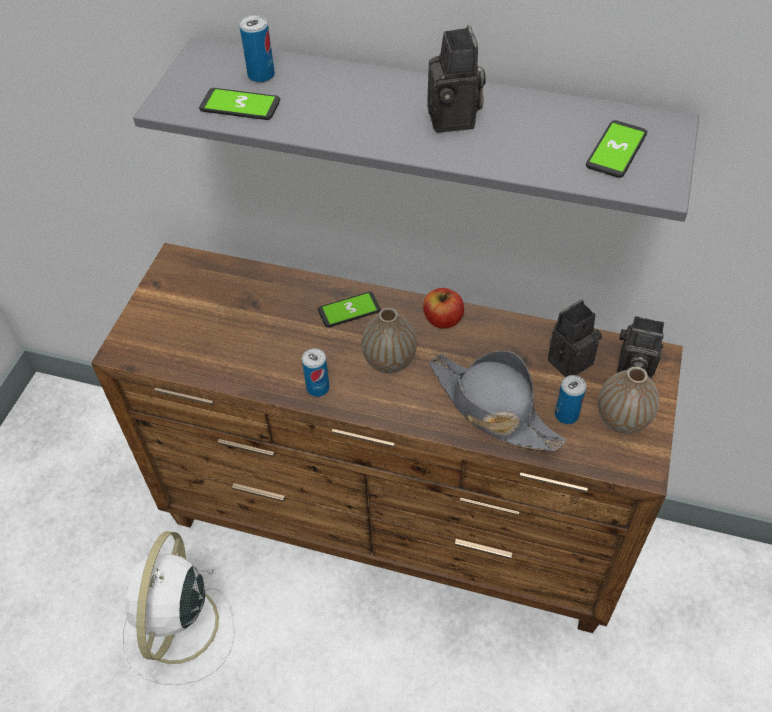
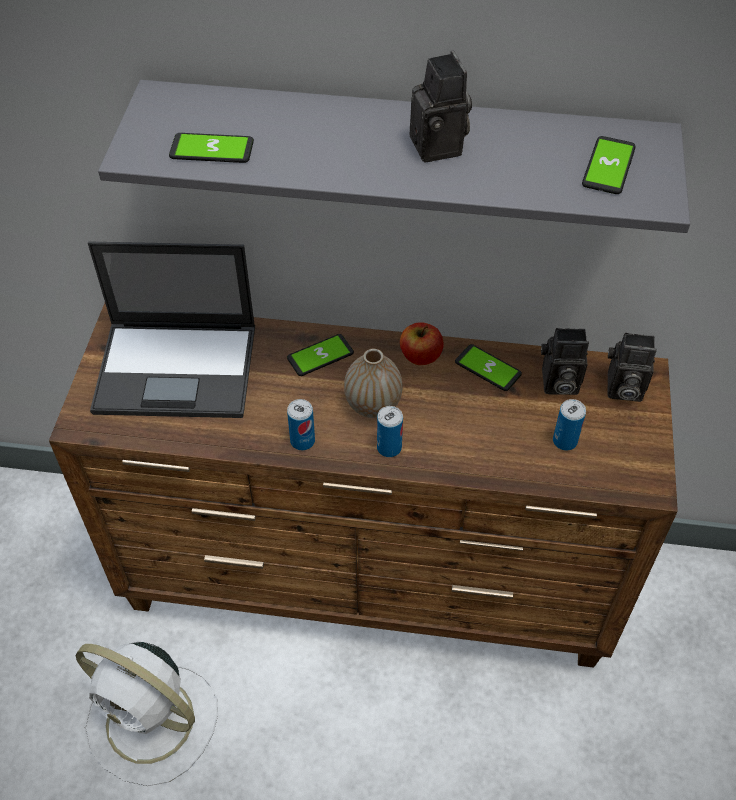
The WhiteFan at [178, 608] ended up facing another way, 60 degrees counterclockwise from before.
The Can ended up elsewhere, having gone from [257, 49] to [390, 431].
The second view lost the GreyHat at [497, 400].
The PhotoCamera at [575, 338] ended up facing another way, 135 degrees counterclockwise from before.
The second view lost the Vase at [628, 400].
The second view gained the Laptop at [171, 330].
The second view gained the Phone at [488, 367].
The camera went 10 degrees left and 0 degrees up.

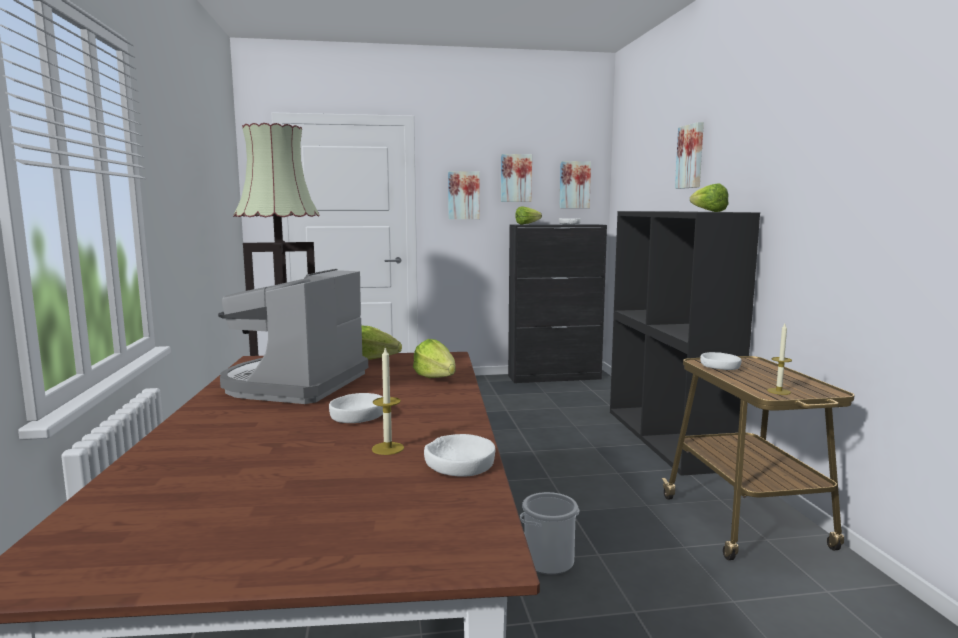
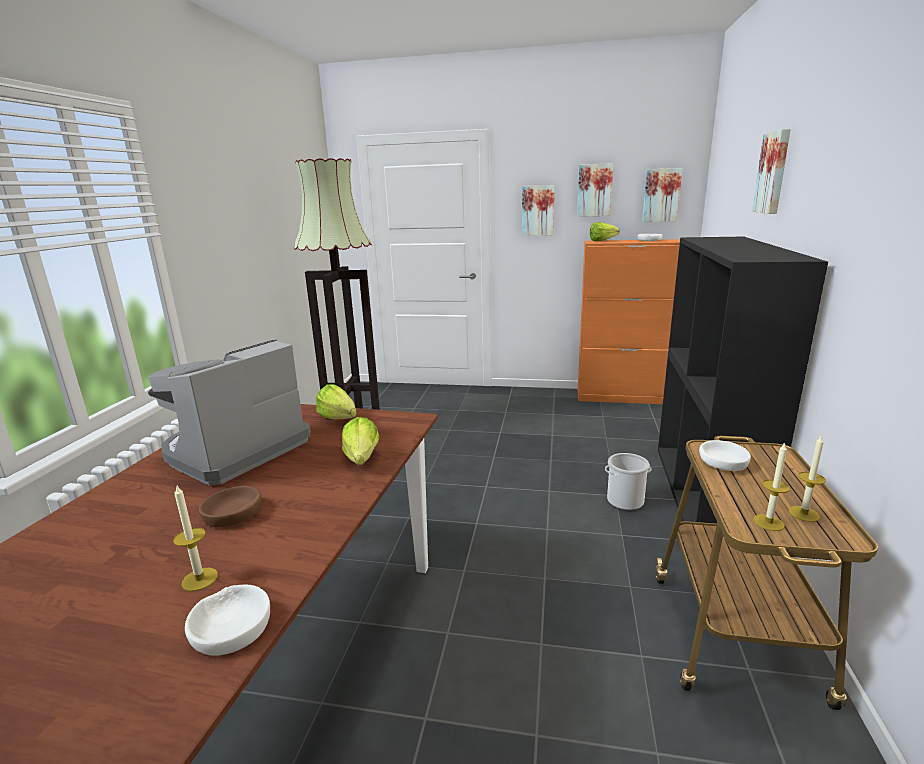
What was the WhiteBowl at [356, 408] turned into the BrownBowl at [230, 507].
What was the BlackCabinet at [557, 303] turned into the OrangeCabinet at [629, 321].
The Bucket ended up elsewhere, having gone from [549, 533] to [628, 481].
The second view lost the Lettuce at [709, 197].
The second view gained the Candle at [807, 478].
The camera went 20 degrees right and 10 degrees up.

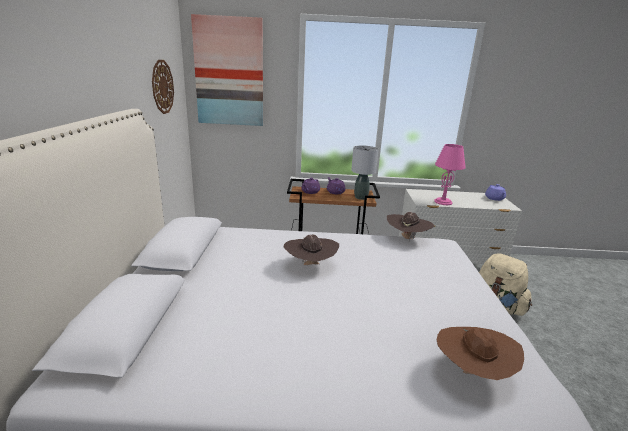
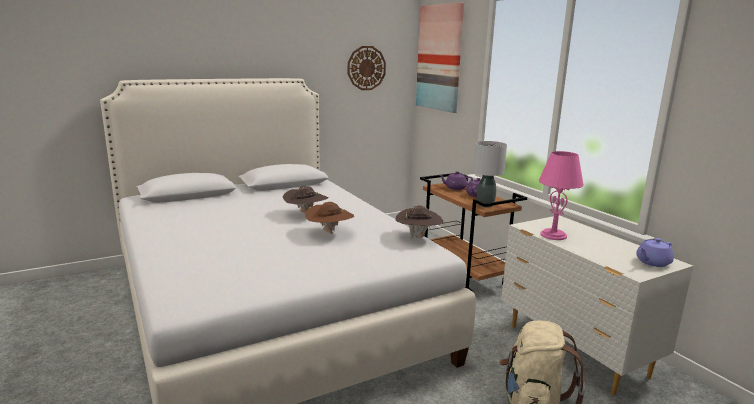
The BrownHat ended up elsewhere, having gone from [480, 353] to [330, 218].
The camera went 60 degrees right and 5 degrees down.

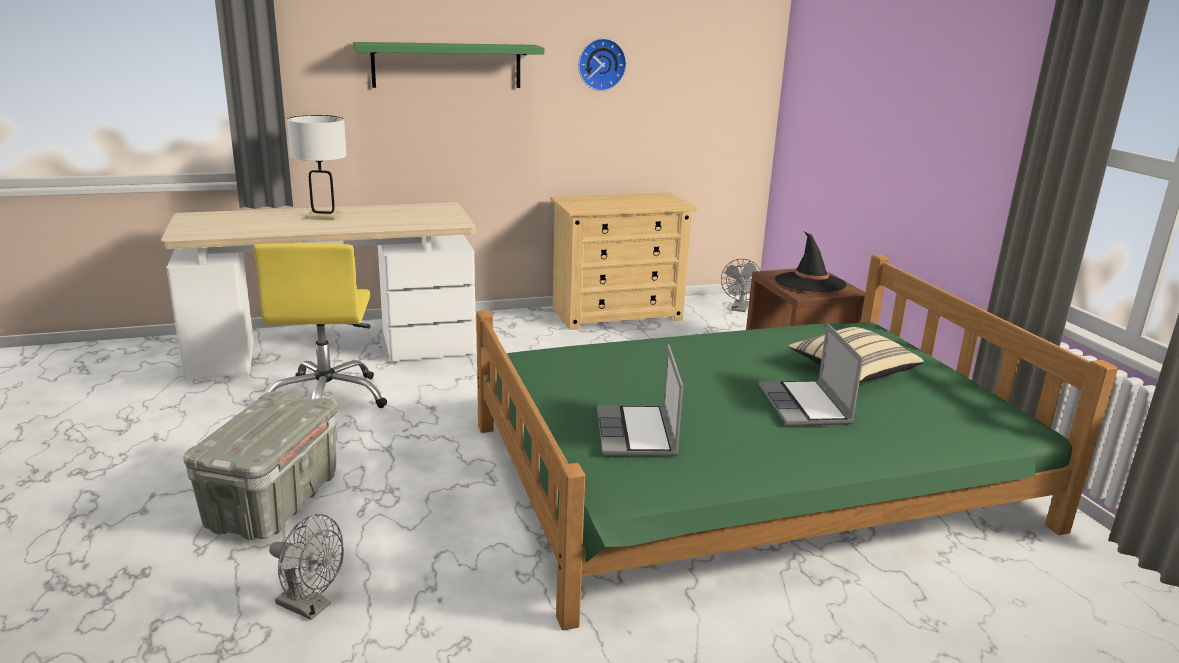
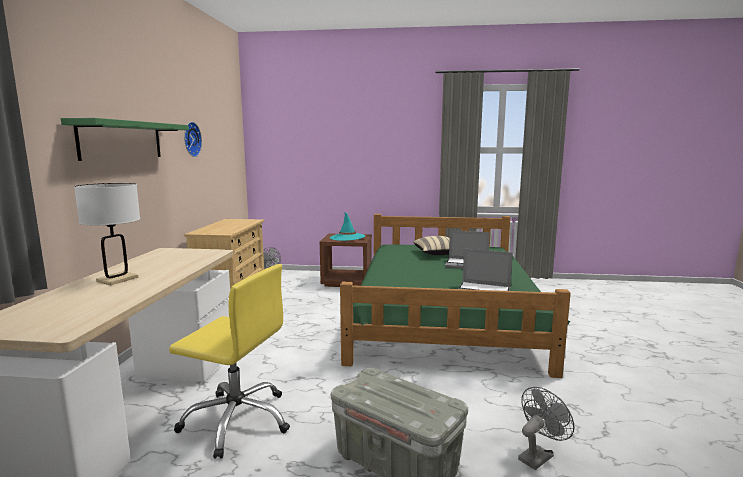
What was the BlackHat at [811, 262] turned into the TurquoiseHat at [347, 226].
The camera went 65 degrees left and 10 degrees down.

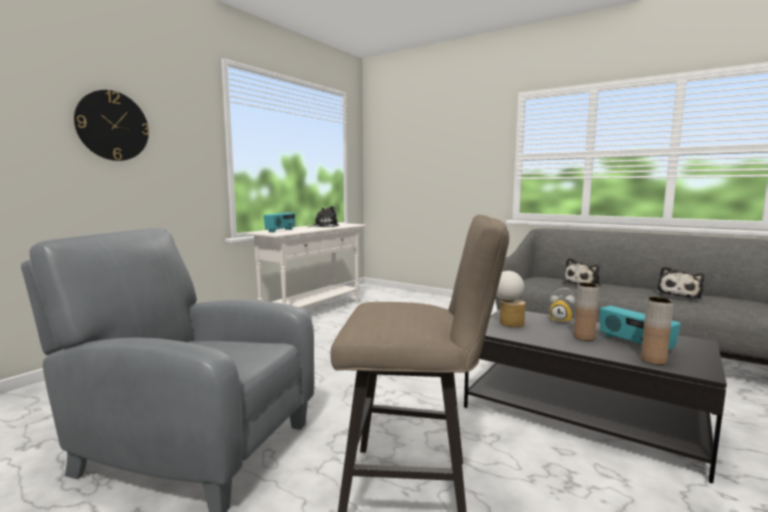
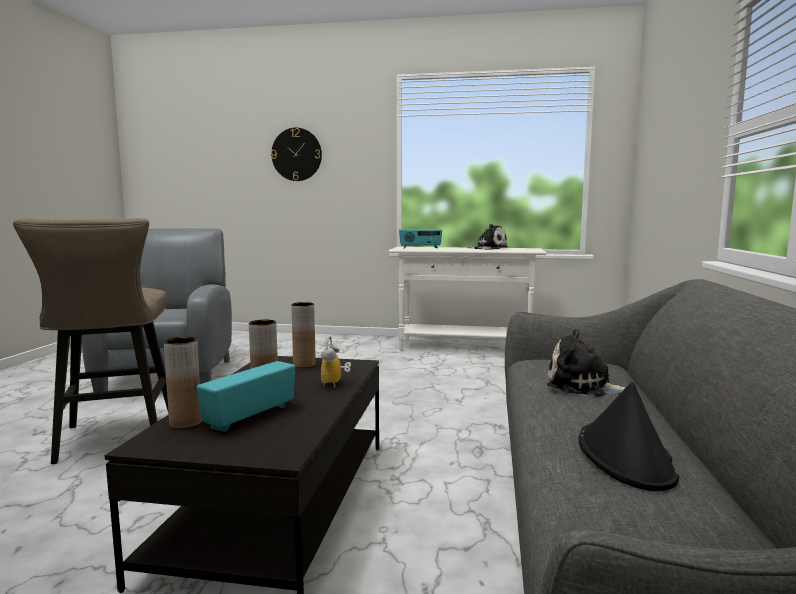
Where the TableLamp stood at [511, 299], the BrownVase came to stand at [303, 335].
Where the PlushToy stood at [680, 282], the BlackHat came to stand at [628, 436].
The camera went 65 degrees right and 0 degrees up.

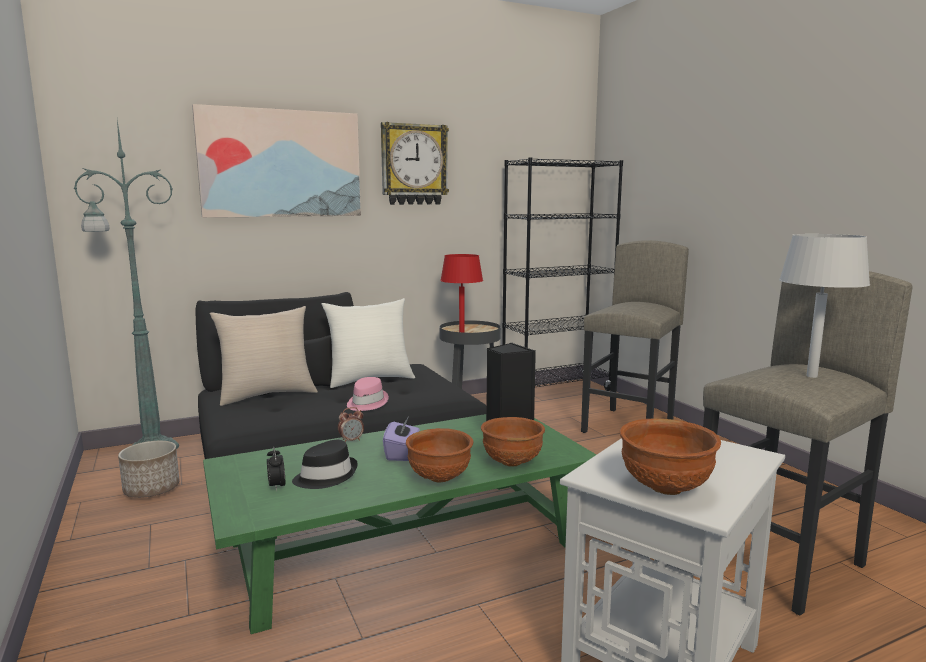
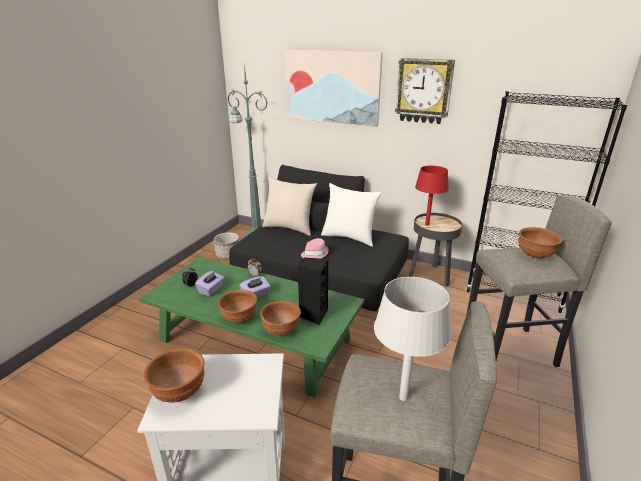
Where the BlackHat stood at [325, 464], the PurpleTissueBox came to stand at [209, 284].
The second view gained the BrownBowl at [540, 243].
The camera went 50 degrees right and 15 degrees up.

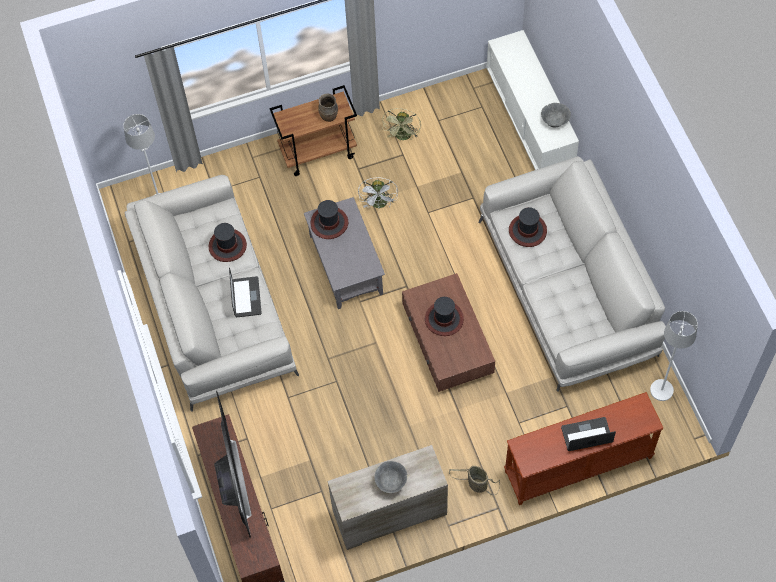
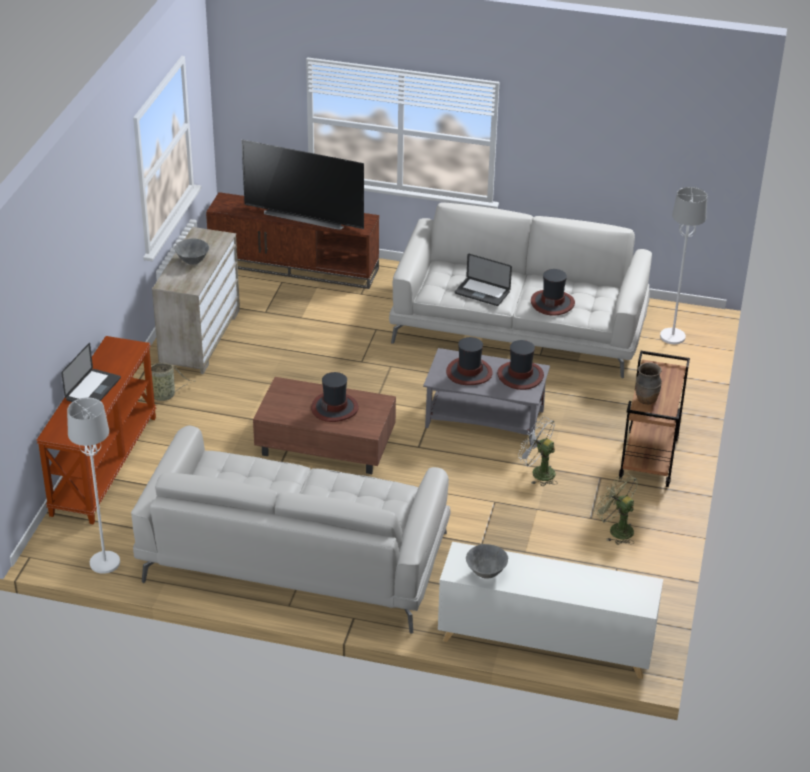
The Hat ended up elsewhere, having gone from [528, 227] to [469, 361].
The camera went 120 degrees right and 25 degrees down.

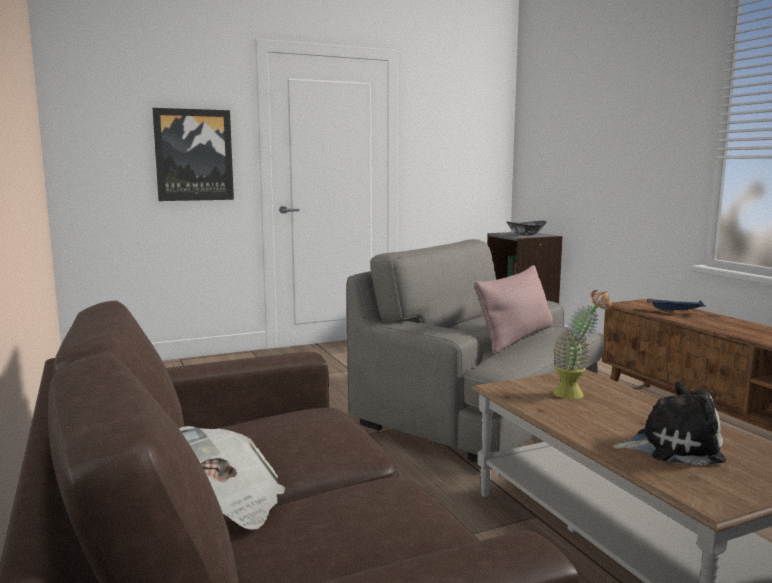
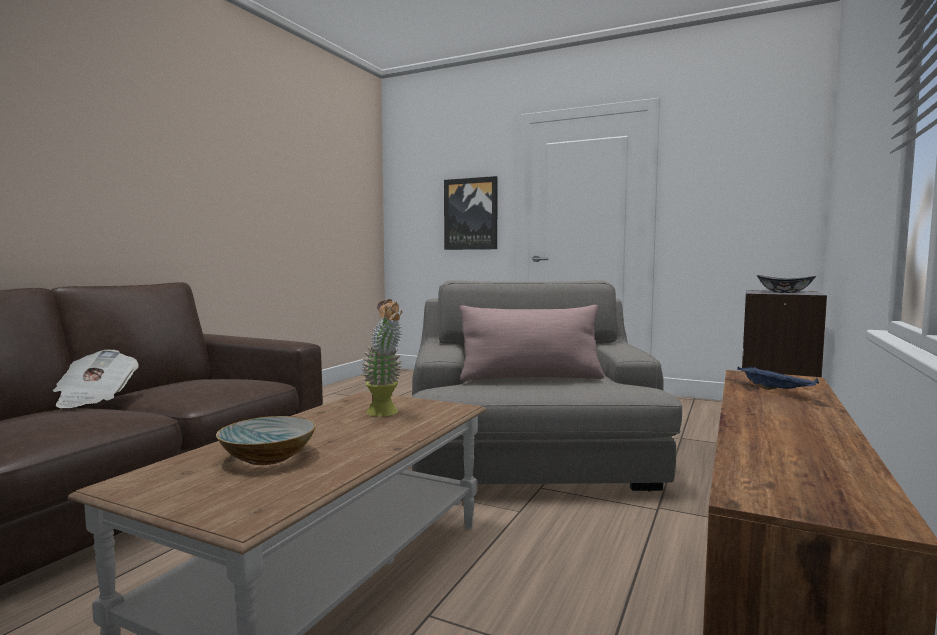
Where the PlushToy stood at [669, 423], the Bowl came to stand at [266, 440].
The camera went 50 degrees right and 5 degrees down.

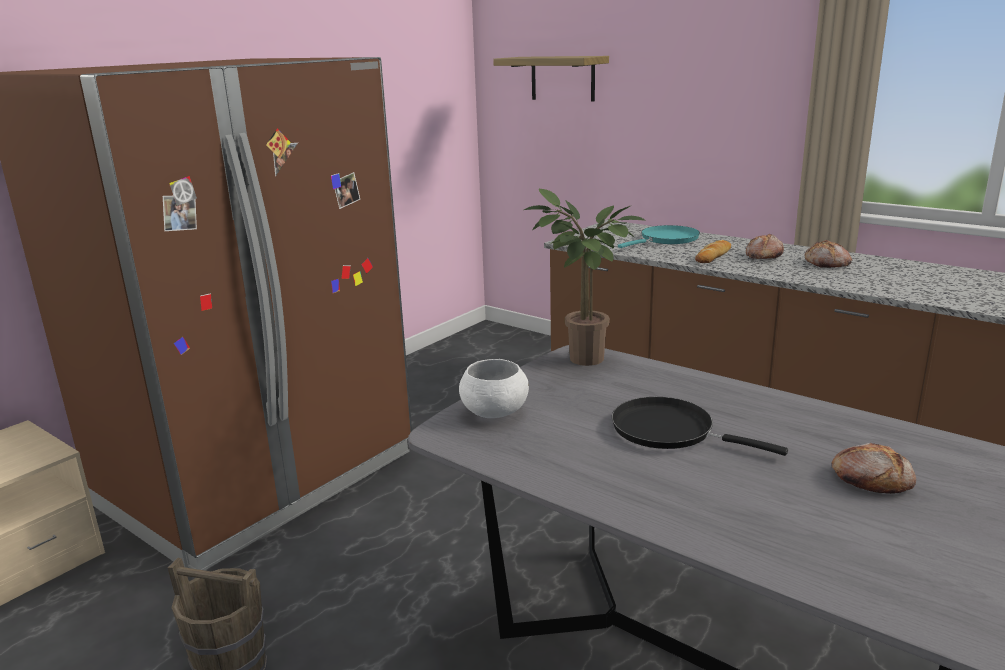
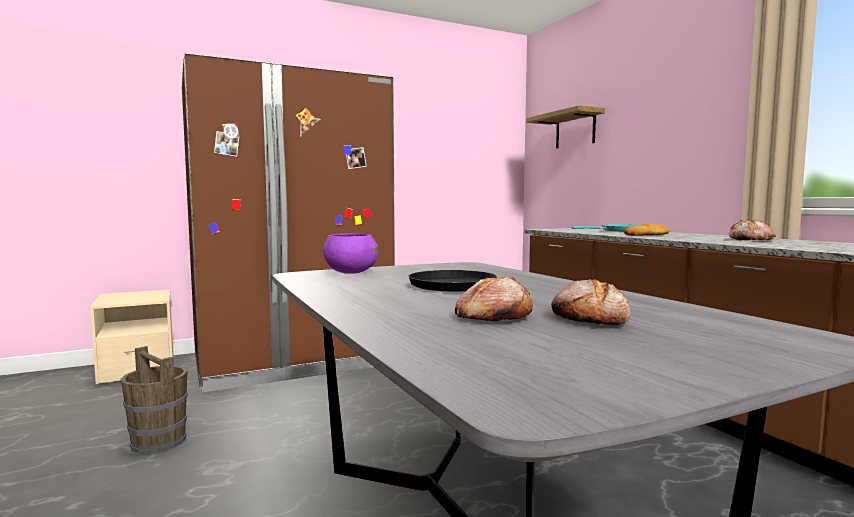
What was the WhiteBowl at [494, 388] turned into the PurpleBowl at [351, 253].
The second view lost the PottedPlant at [585, 277].
The Bread ended up elsewhere, having gone from [765, 246] to [494, 299].
The camera went 25 degrees right and 15 degrees down.

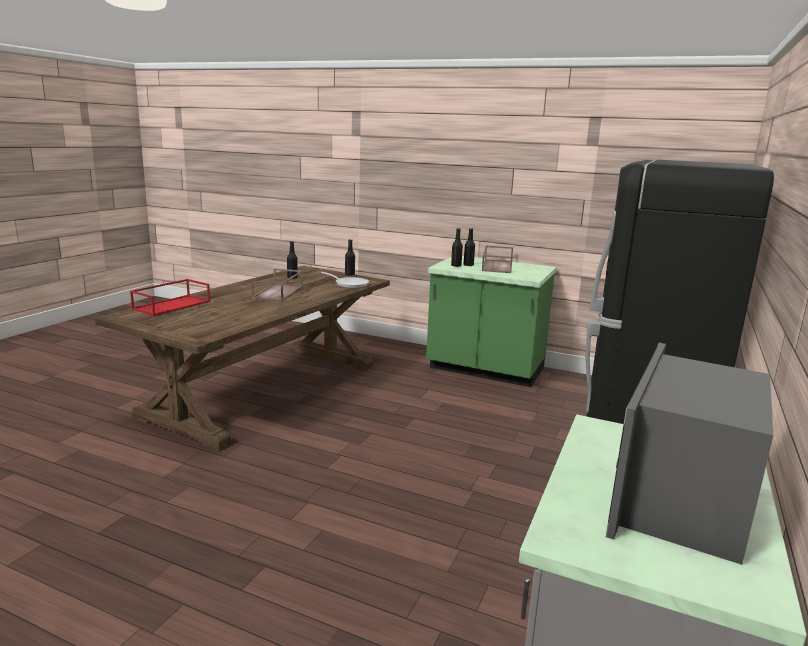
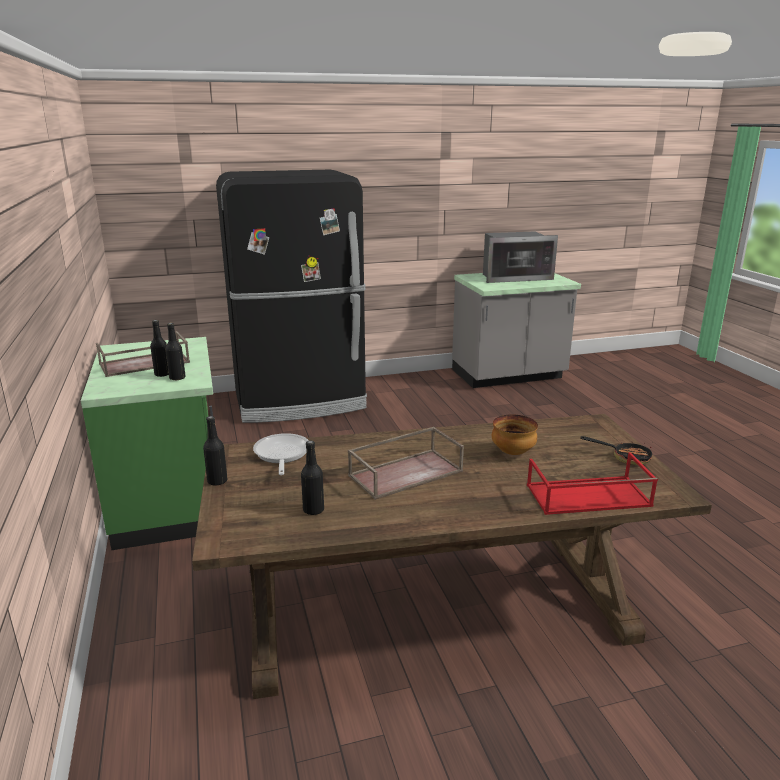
The second view gained the Bowl at [515, 435].
The second view gained the FryingPan at [616, 450].
The camera went 130 degrees left and 5 degrees up.

